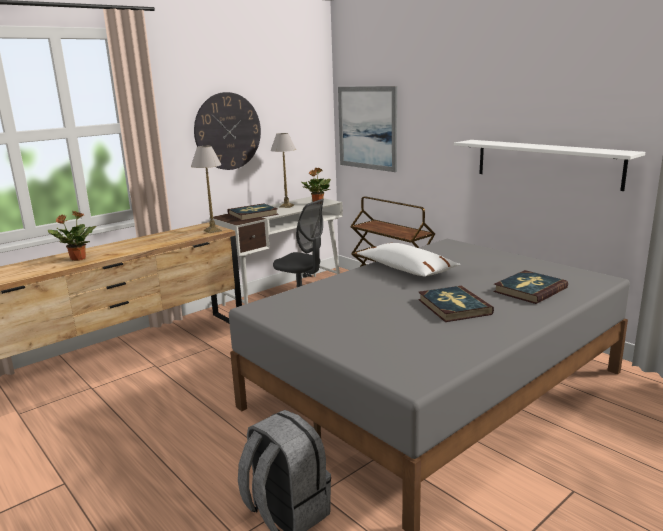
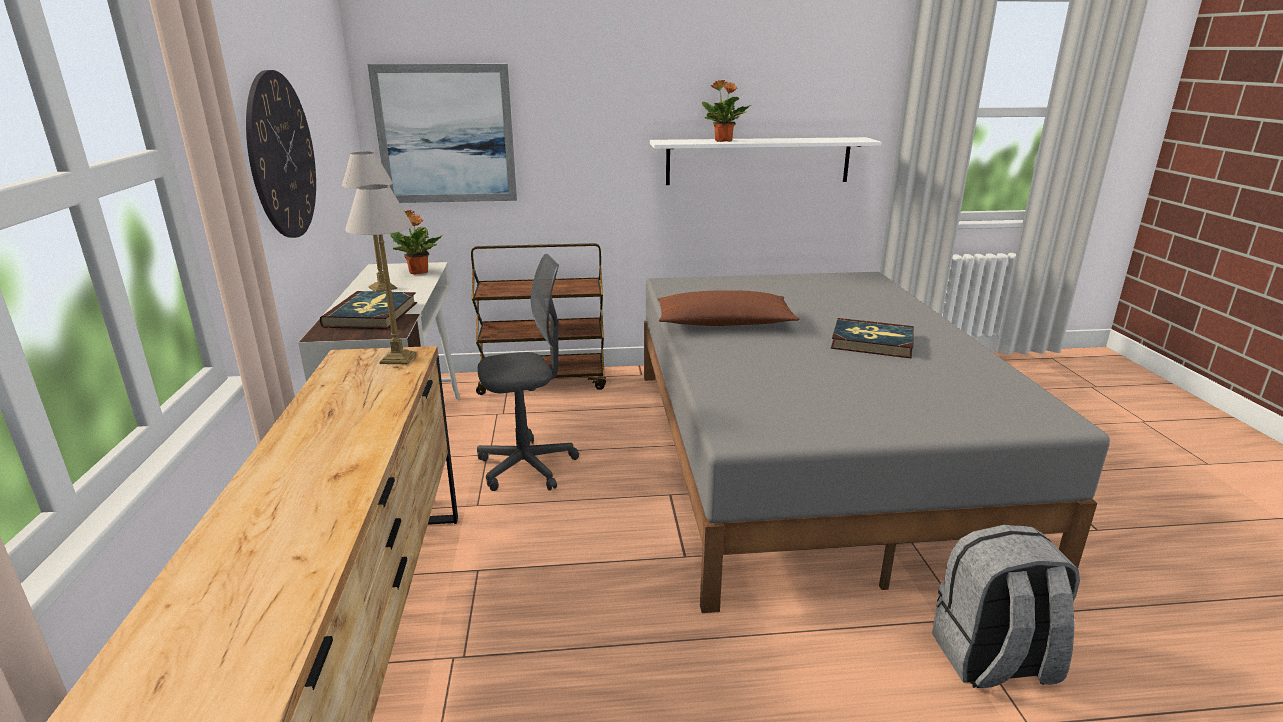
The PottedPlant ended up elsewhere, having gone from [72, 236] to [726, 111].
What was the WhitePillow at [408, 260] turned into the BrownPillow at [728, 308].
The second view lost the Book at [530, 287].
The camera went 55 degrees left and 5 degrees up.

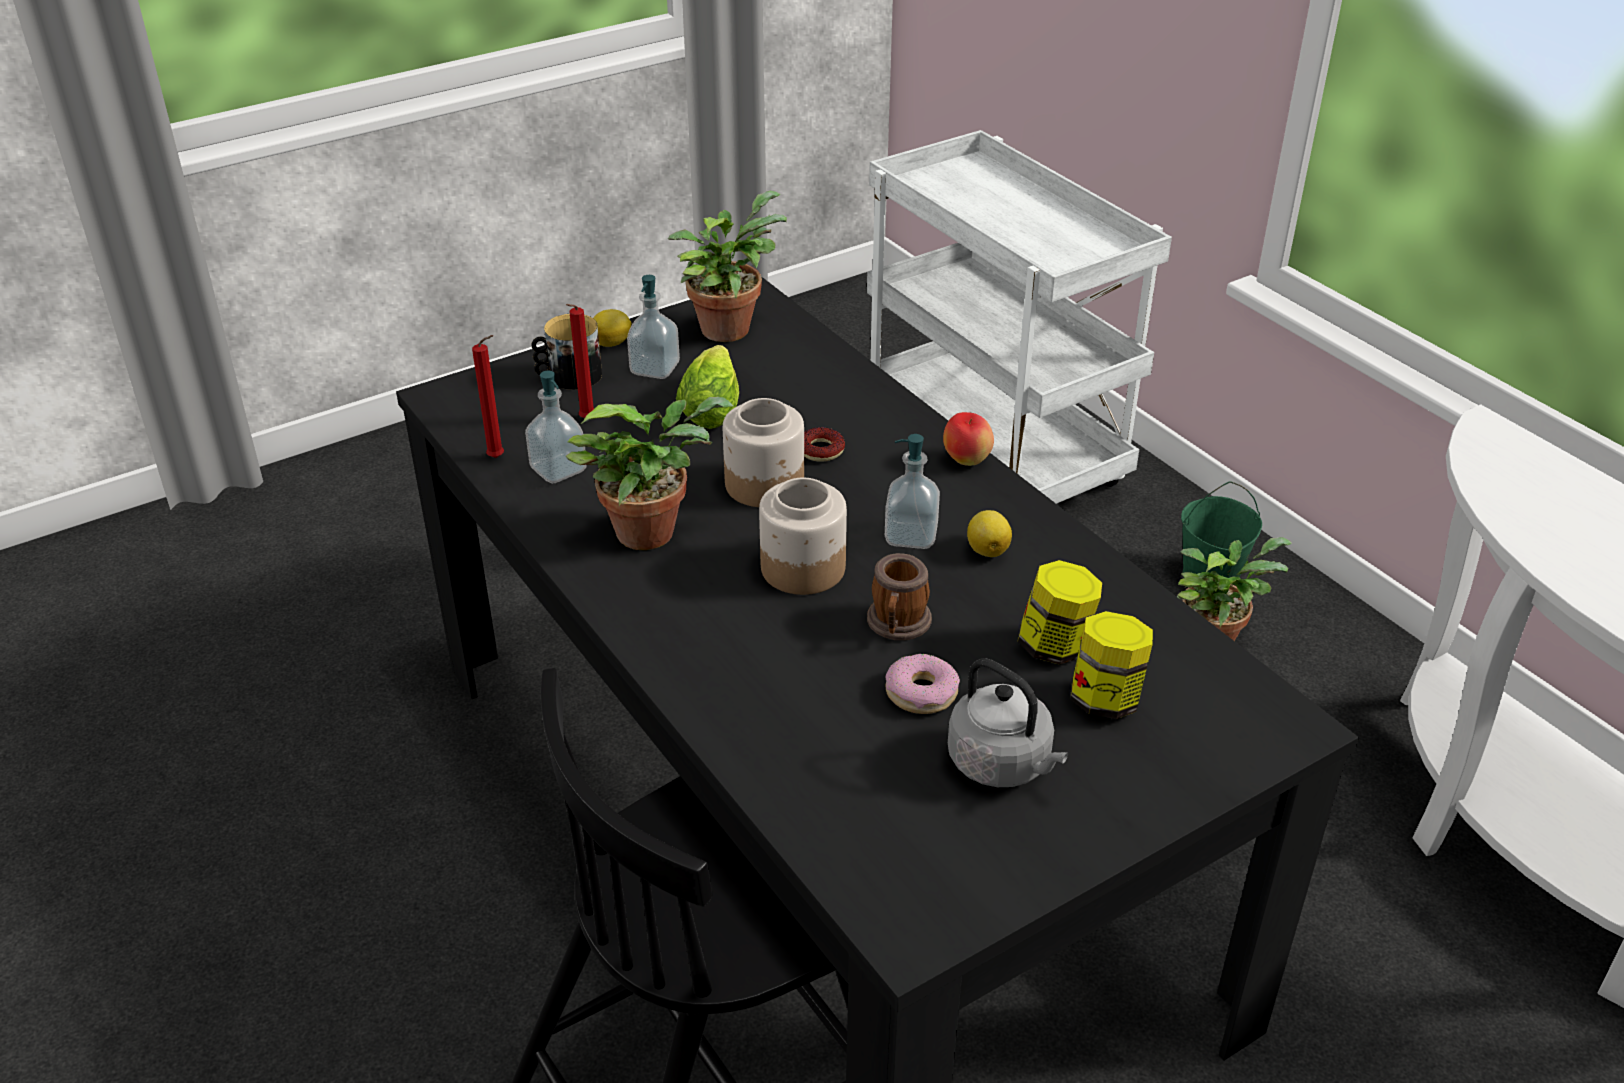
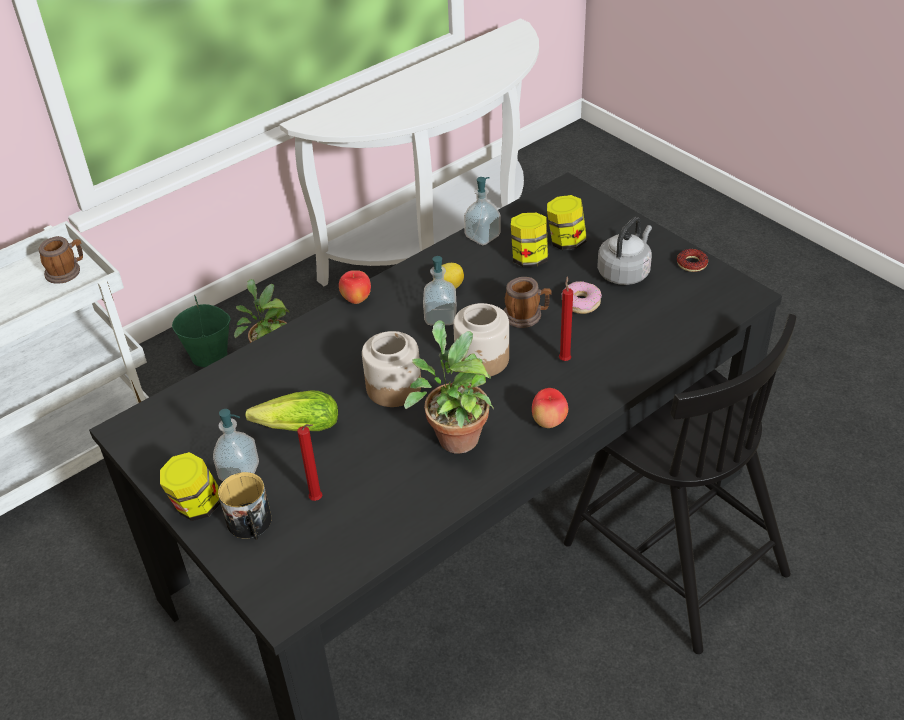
The RedCandle ended up elsewhere, having gone from [488, 396] to [566, 318].
The SoapDispenser ended up elsewhere, having gone from [556, 427] to [482, 211].
Where the Lemon stood at [612, 328], the Jar came to stand at [190, 486].
The second view lost the PottedPlant at [727, 266].
The Donut ended up elsewhere, having gone from [824, 444] to [692, 260].
The second view gained the Mug at [61, 260].
The second view gained the Apple at [550, 408].
The camera went 95 degrees left and 5 degrees up.

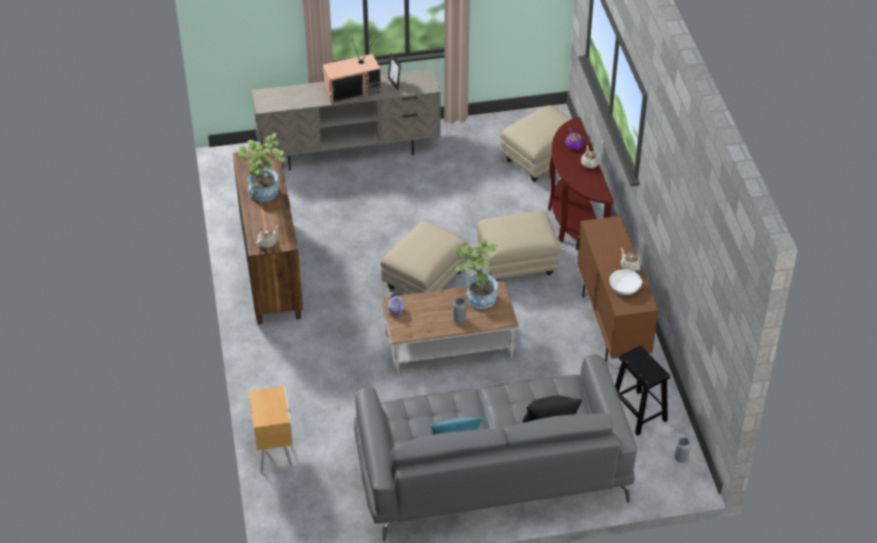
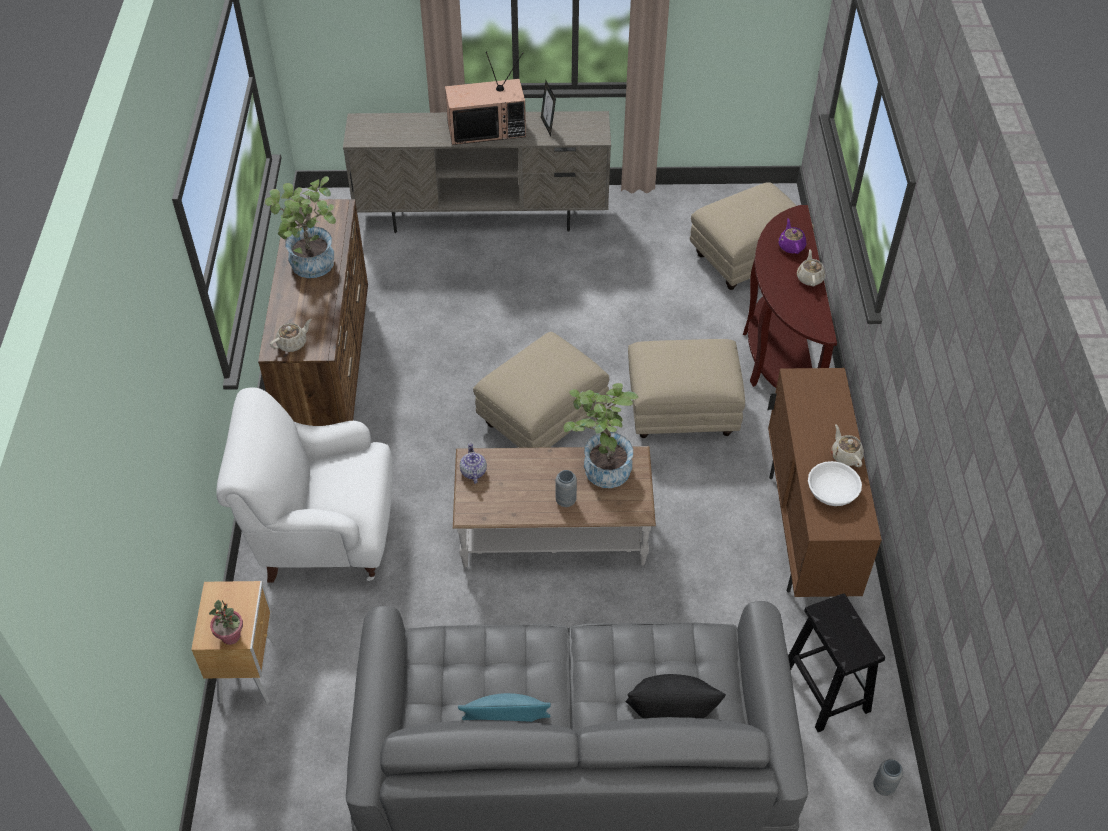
The second view gained the PottedPlant at [226, 622].
The second view gained the WhiteArmchair at [304, 485].
The camera went 10 degrees right and 5 degrees up.

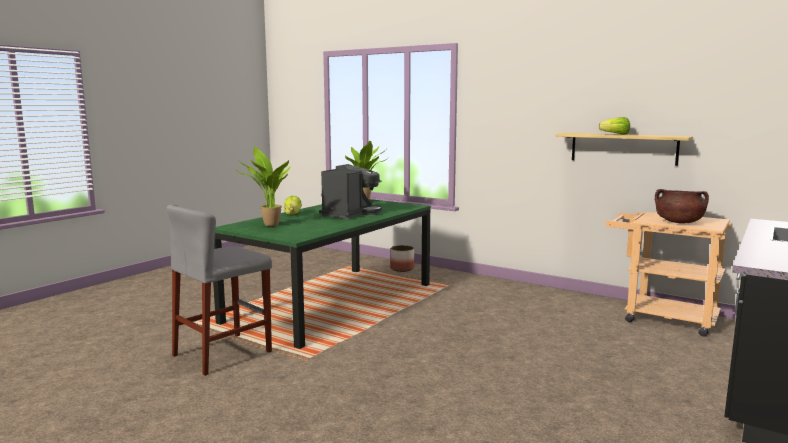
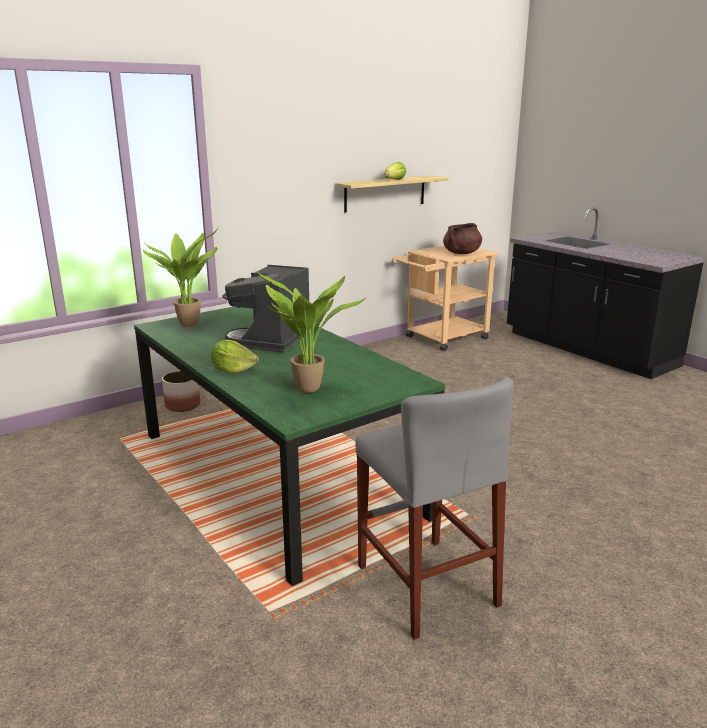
The CoffeeMachine at [350, 191] ended up facing another way, 120 degrees counterclockwise from before.
The camera went 70 degrees left and 10 degrees up.

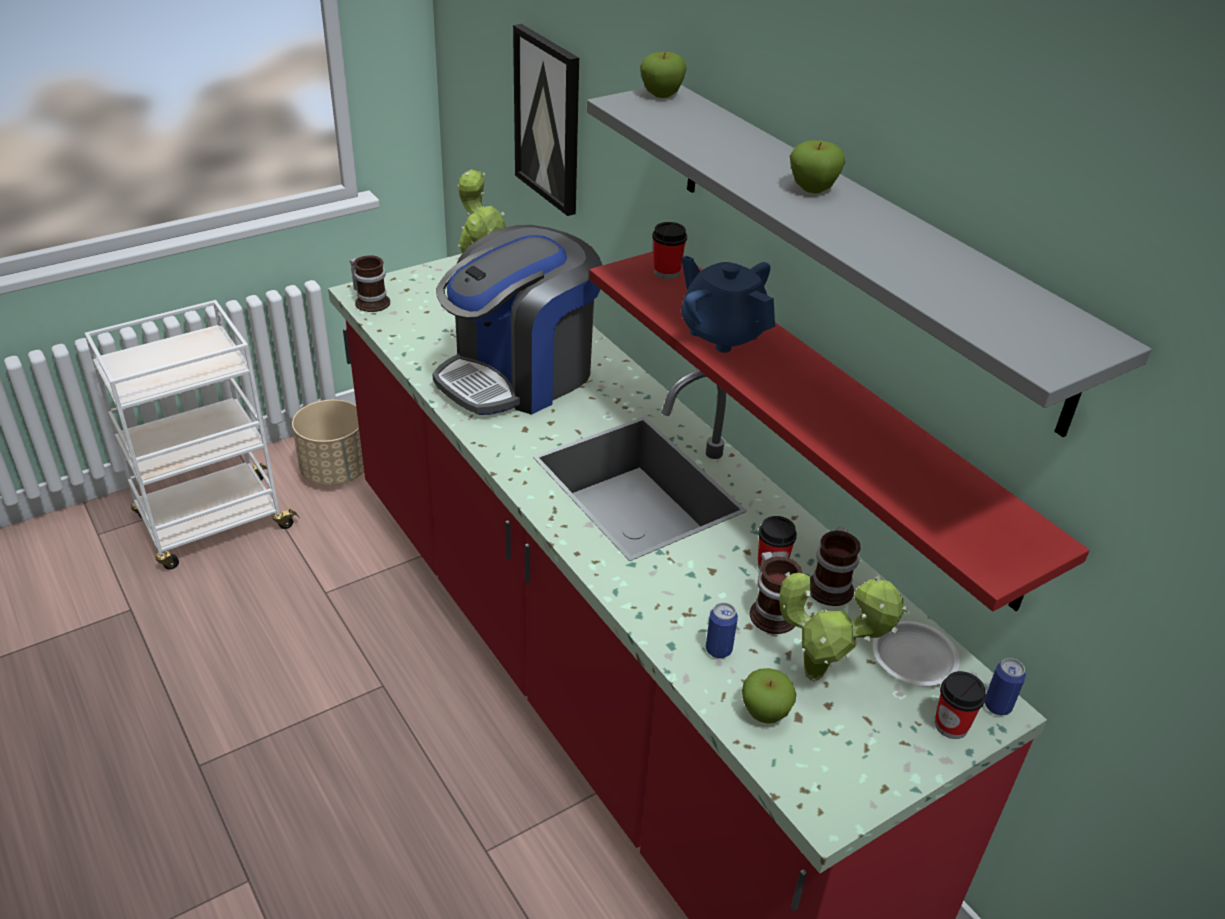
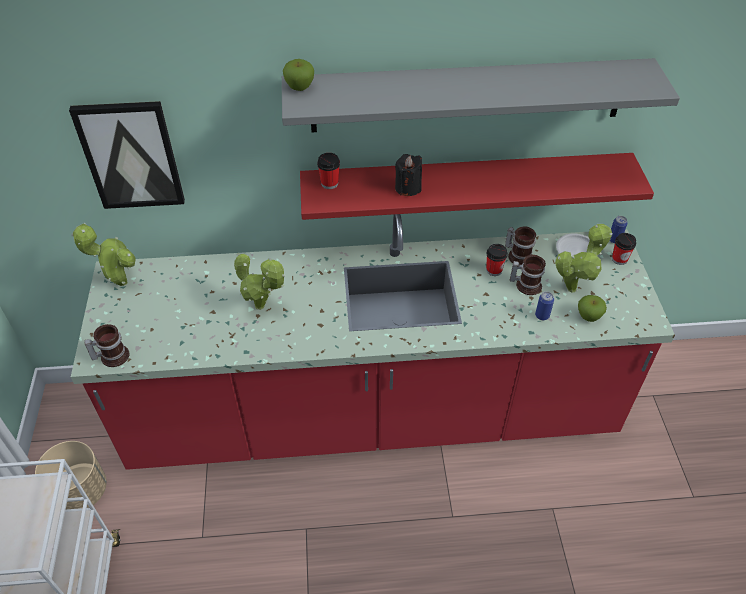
Where the CoffeeMachine stood at [517, 320], the PottedPlant came to stand at [259, 281].
Where the BlueTeapot stood at [728, 304], the BlackCandle came to stand at [408, 175].
The second view lost the Apple at [817, 166].
The camera went 60 degrees left and 10 degrees up.

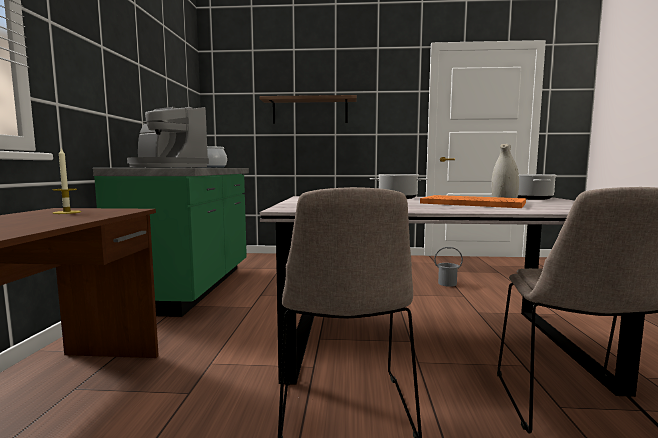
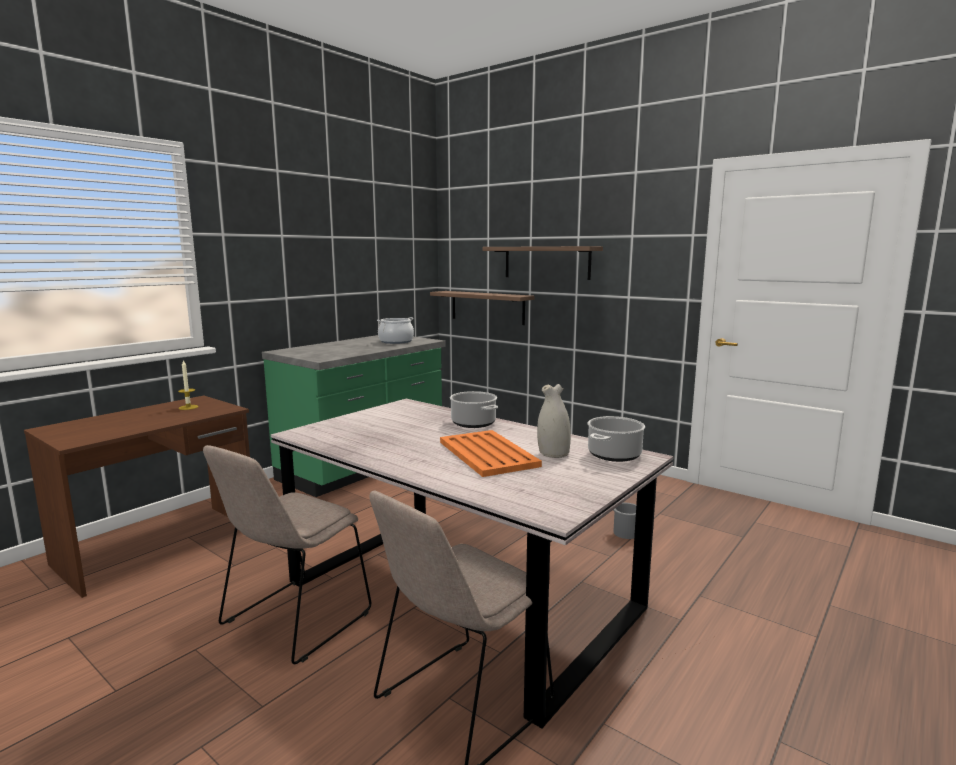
The second view lost the CoffeeMachine at [168, 137].
The second view gained the Shelf at [482, 308].
The camera went 35 degrees right and 5 degrees up.

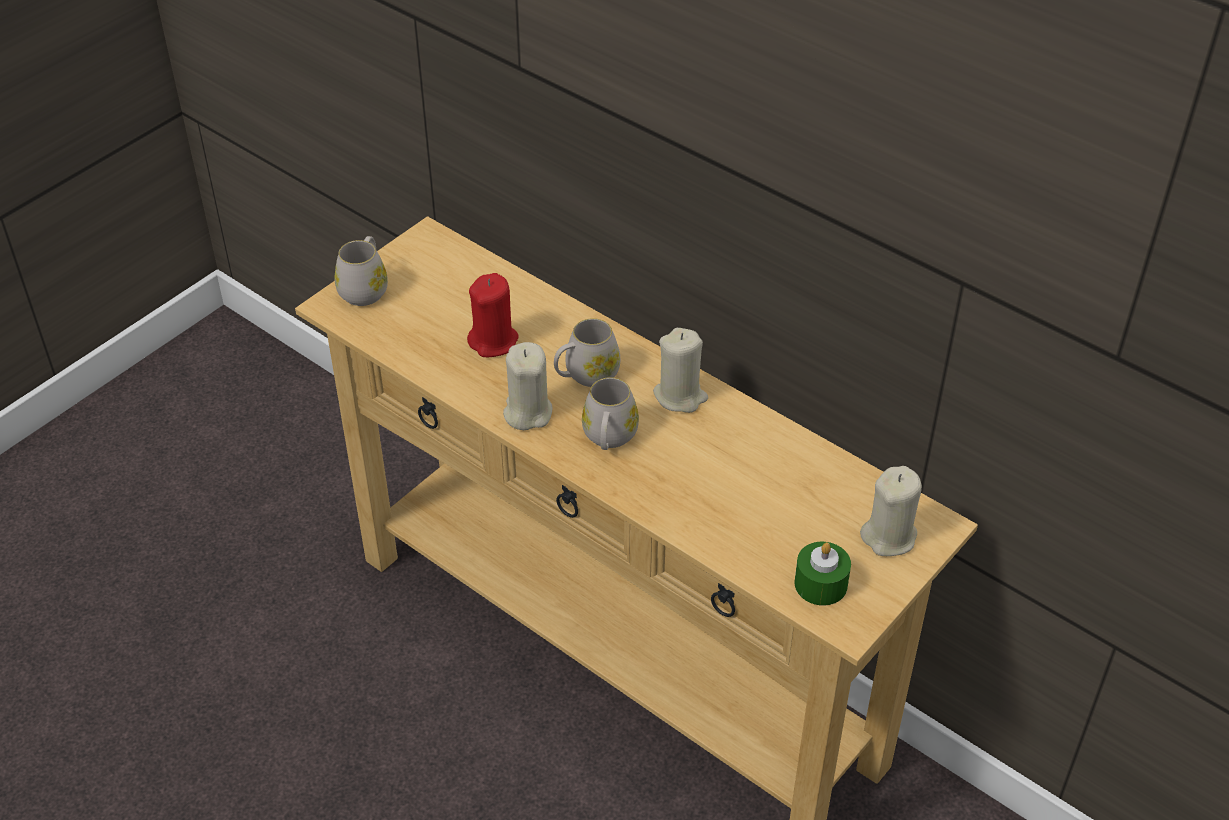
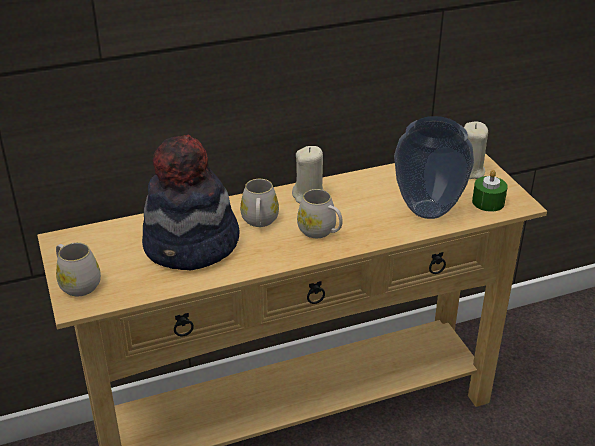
Where the RedCandle stood at [493, 315], the Hat came to stand at [190, 203].
The second view lost the BeigeCandle at [528, 386].
The second view gained the Vase at [434, 167].
The camera went 60 degrees left and 10 degrees down.

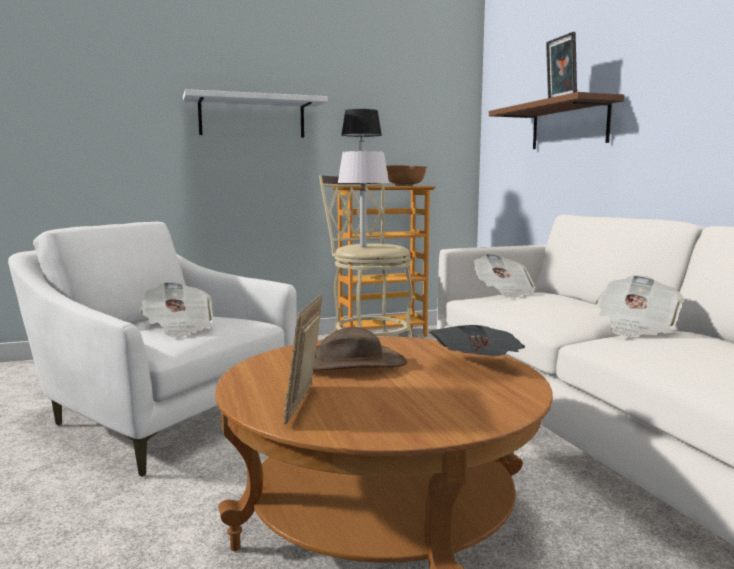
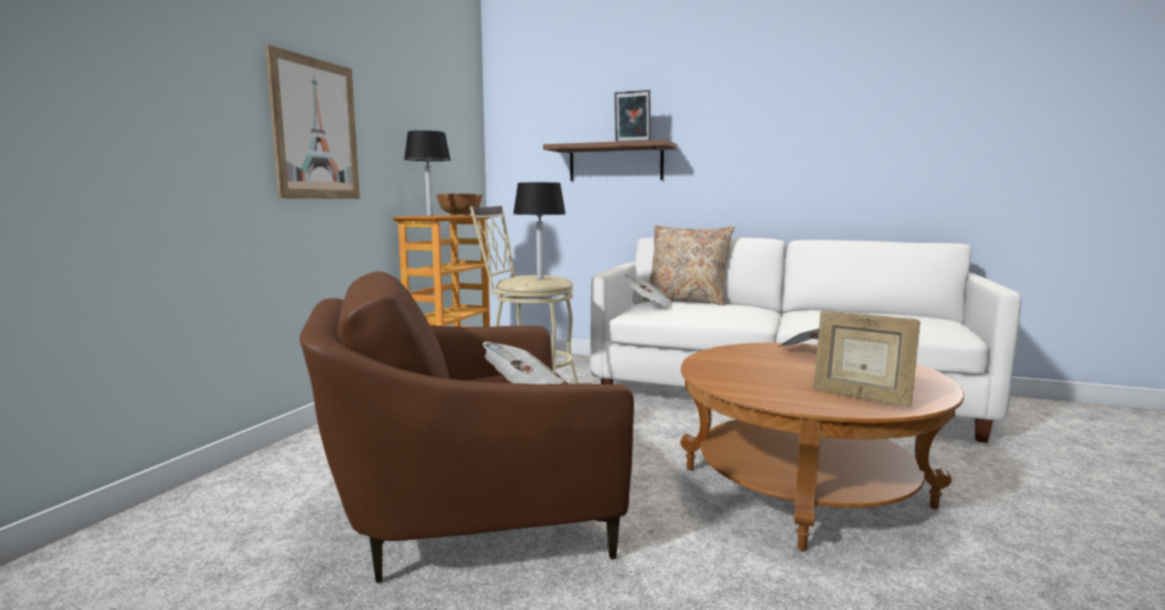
What was the WhiteArmchair at [152, 349] turned into the BrownArmchair at [466, 427].
Where the WhiteShelf hung at [255, 113], the Picture came to hang at [312, 122].
The second view lost the BrownHat at [360, 349].
What was the WhiteTableLamp at [363, 199] turned into the BlackTableLamp at [539, 231].
The second view lost the Newspaper at [640, 306].
The second view gained the BeigePillow at [689, 265].
The camera went 50 degrees left and 0 degrees up.

